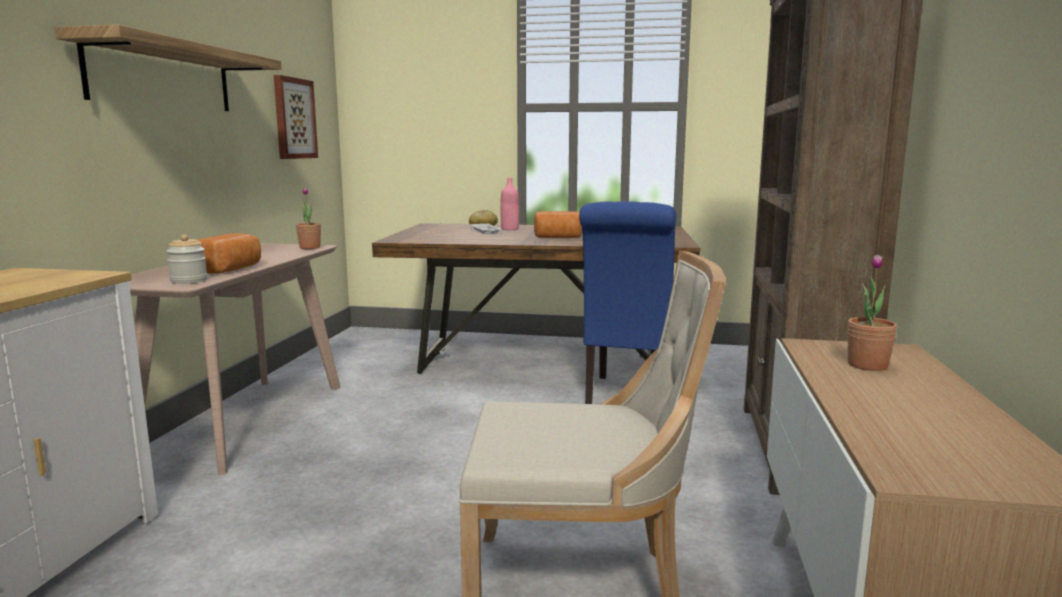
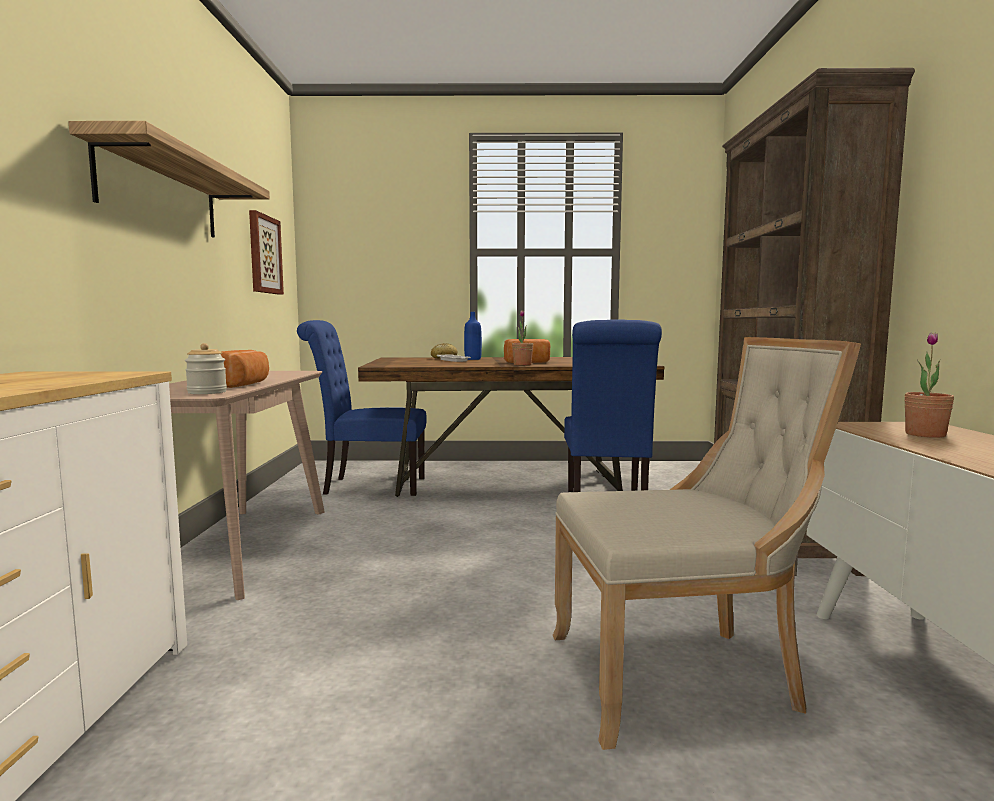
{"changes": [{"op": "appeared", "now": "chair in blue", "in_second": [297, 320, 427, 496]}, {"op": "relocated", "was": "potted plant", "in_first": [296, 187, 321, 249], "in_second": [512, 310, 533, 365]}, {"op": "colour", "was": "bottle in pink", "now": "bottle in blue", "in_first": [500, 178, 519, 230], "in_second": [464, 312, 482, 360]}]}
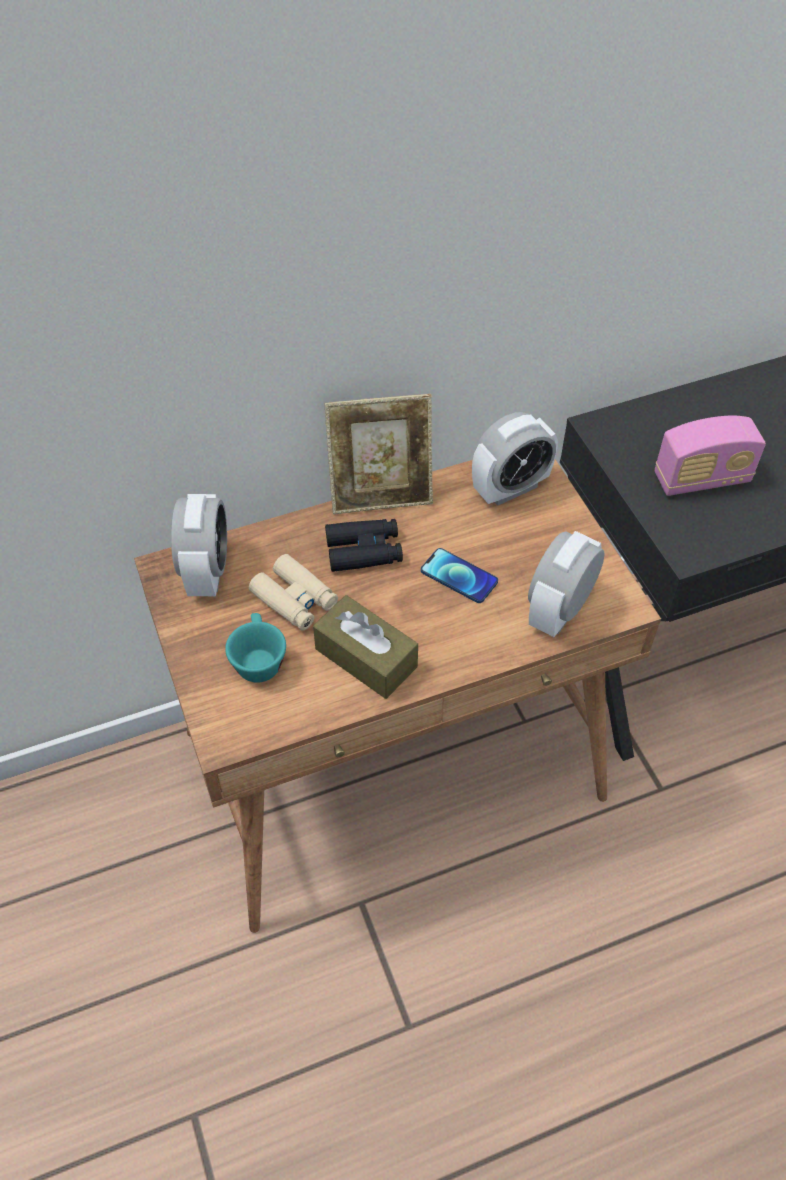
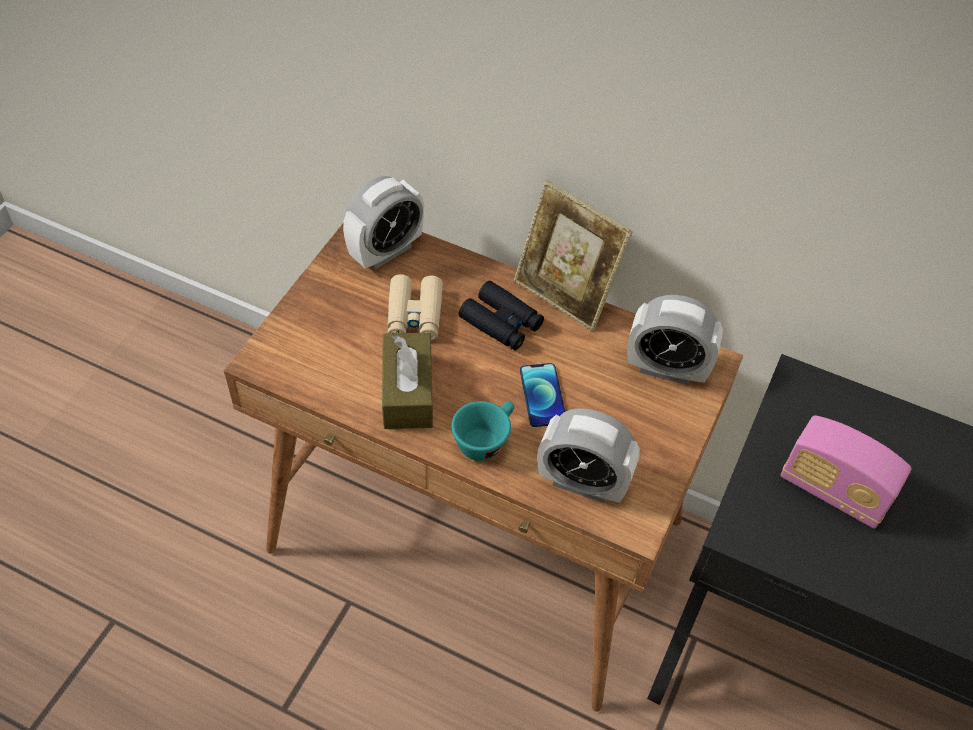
{"changes": [{"op": "relocated", "was": "cup in turquoise", "in_first": [225, 613, 286, 683], "in_second": [451, 401, 514, 461]}, {"op": "spun", "was": "alarm clock", "in_first": [528, 531, 605, 637], "in_second": [537, 408, 640, 503], "clockwise": -150}]}
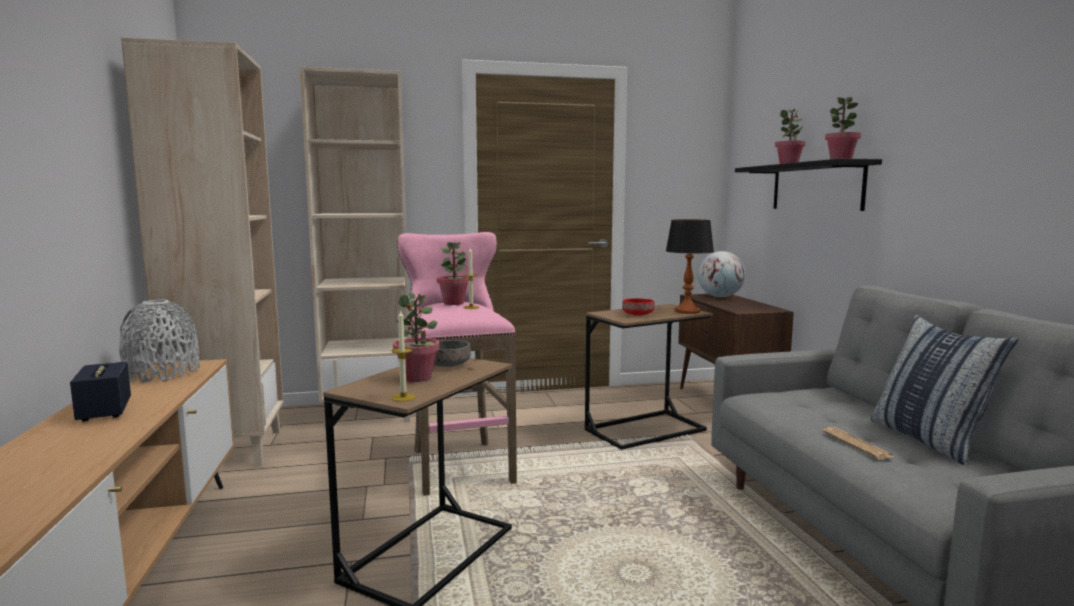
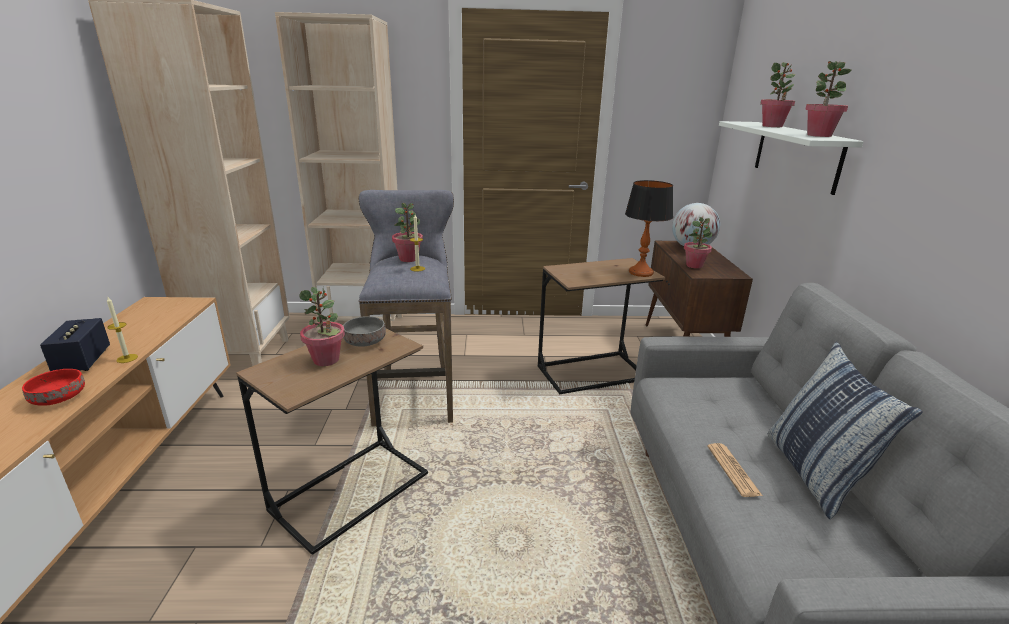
{"changes": [{"op": "missing", "was": "vase in grey", "in_first": [119, 300, 199, 382]}, {"op": "appeared", "now": "potted plant", "in_second": [684, 217, 712, 269]}, {"op": "relocated", "was": "candle", "in_first": [392, 309, 416, 402], "in_second": [107, 297, 138, 363]}, {"op": "relocated", "was": "bowl in red", "in_first": [622, 298, 655, 316], "in_second": [22, 369, 85, 406]}, {"op": "colour", "was": "stool in pink", "now": "stool in grey", "in_first": [397, 232, 517, 496], "in_second": [359, 190, 454, 426]}, {"op": "colour", "was": "shelf in black", "now": "shelf in white", "in_first": [735, 158, 882, 211], "in_second": [719, 121, 864, 195]}]}
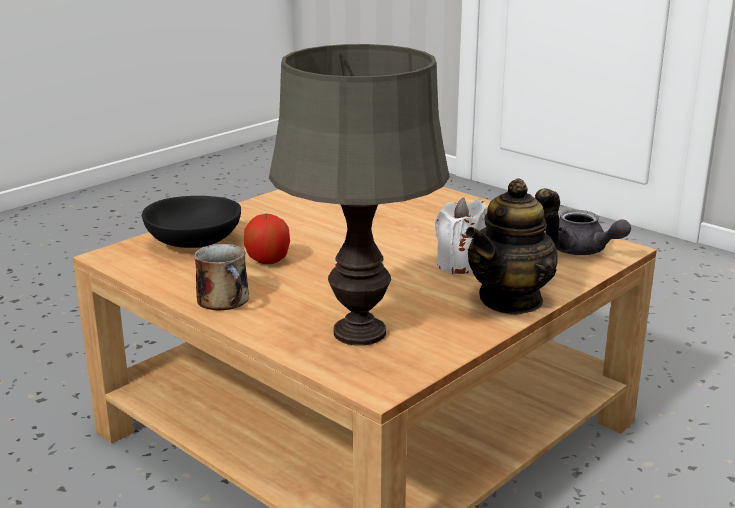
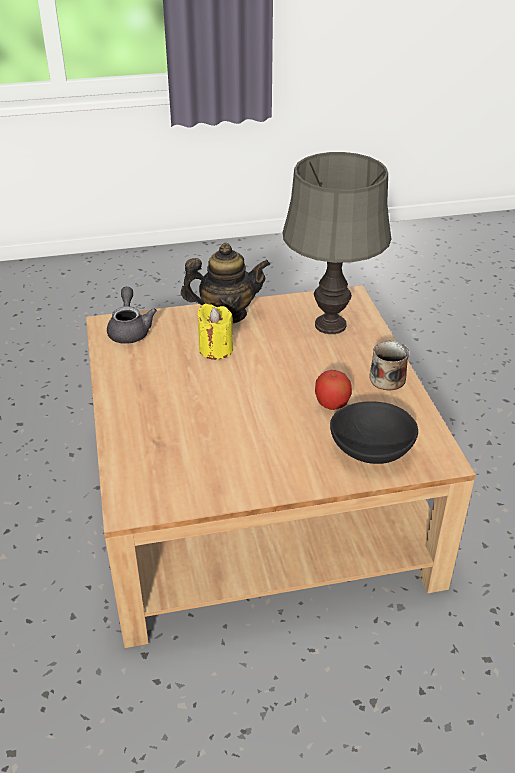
{"changes": [{"op": "colour", "was": "candle in white", "now": "candle in yellow", "in_first": [435, 197, 487, 274], "in_second": [197, 304, 233, 360]}]}
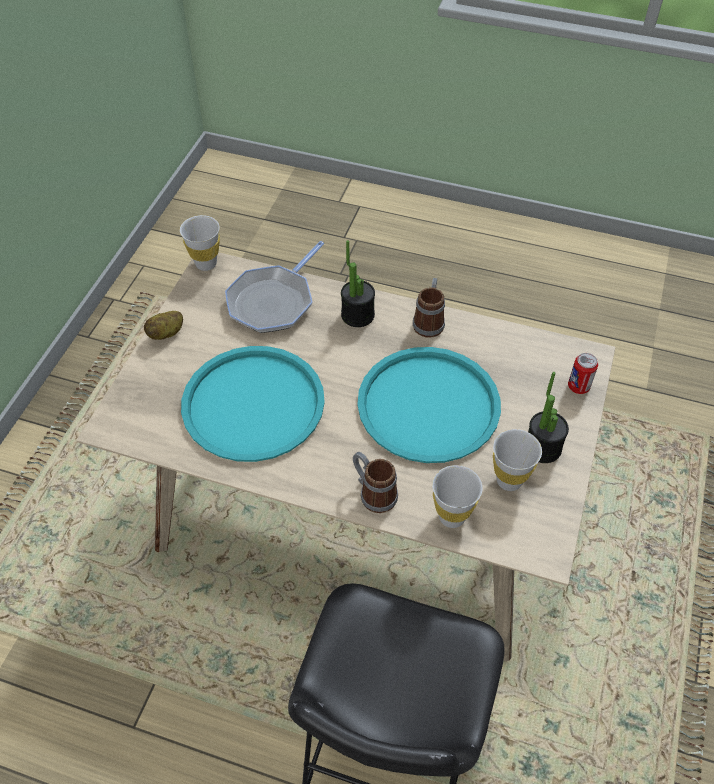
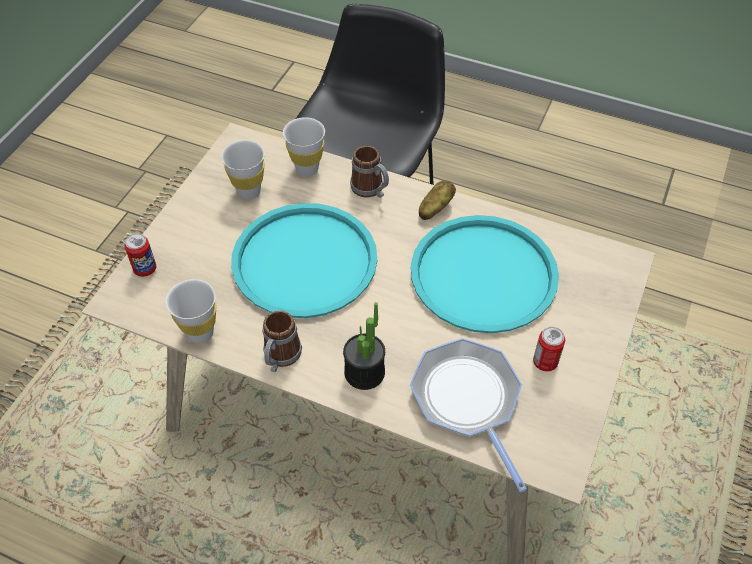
{"changes": [{"op": "missing", "was": "potted plant", "in_first": [528, 372, 569, 463]}, {"op": "appeared", "now": "can", "in_second": [533, 327, 565, 371]}, {"op": "relocated", "was": "potato", "in_first": [144, 311, 183, 340], "in_second": [419, 180, 456, 220]}, {"op": "relocated", "was": "cup in white", "in_first": [180, 215, 220, 271], "in_second": [166, 279, 216, 343]}, {"op": "spun", "was": "frying pan", "in_first": [225, 241, 324, 333], "in_second": [410, 338, 527, 492], "clockwise": -60}]}
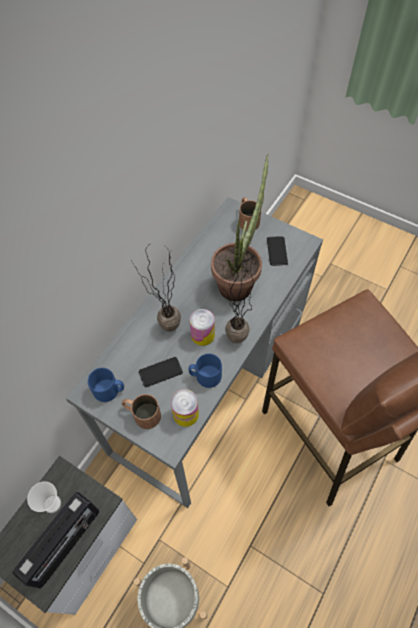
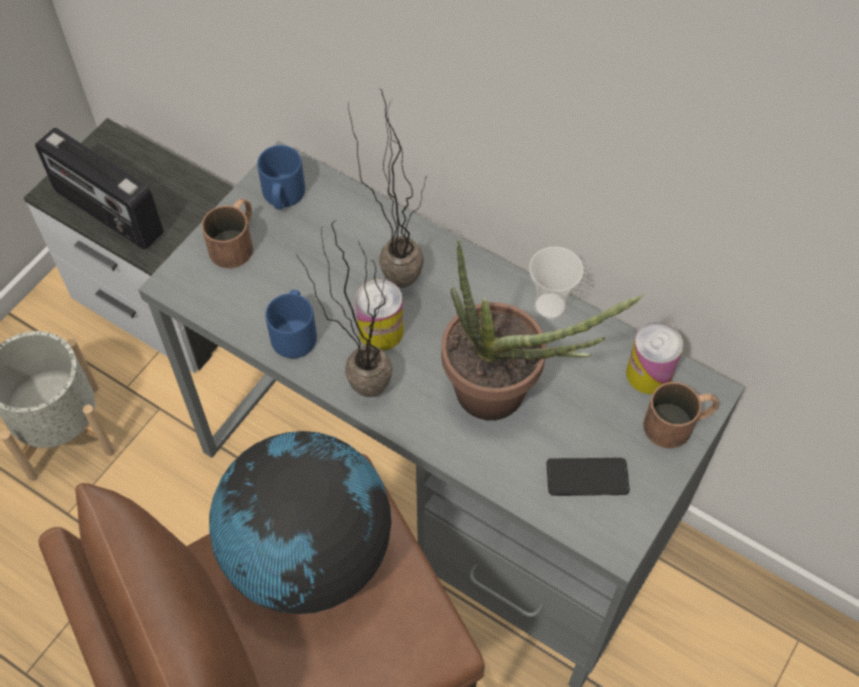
{"changes": [{"op": "missing", "was": "phone", "in_first": [139, 357, 183, 387]}, {"op": "appeared", "now": "globe", "in_second": [209, 431, 391, 614]}, {"op": "relocated", "was": "cup", "in_first": [27, 481, 61, 513], "in_second": [529, 247, 583, 320]}, {"op": "relocated", "was": "can", "in_first": [171, 389, 199, 427], "in_second": [626, 322, 683, 394]}]}
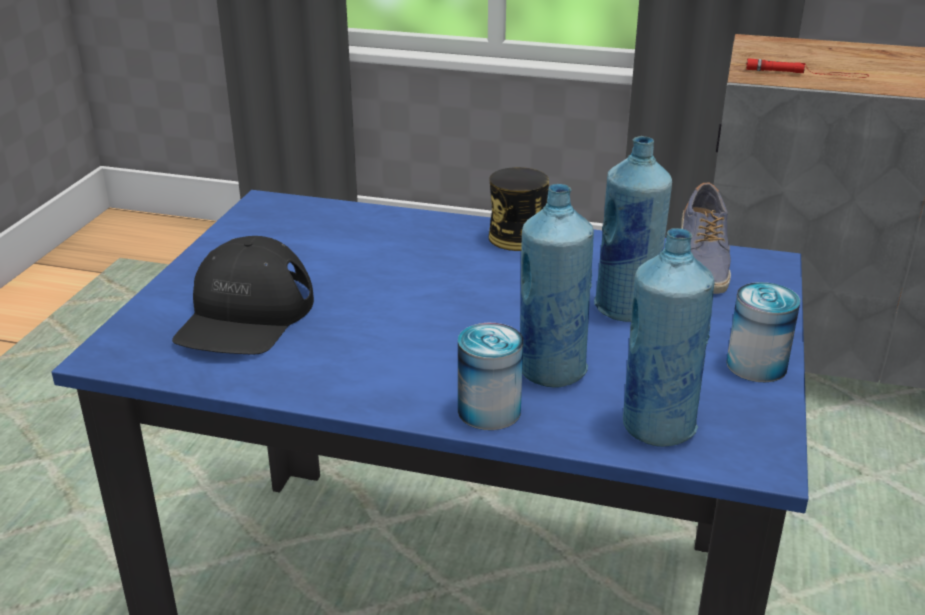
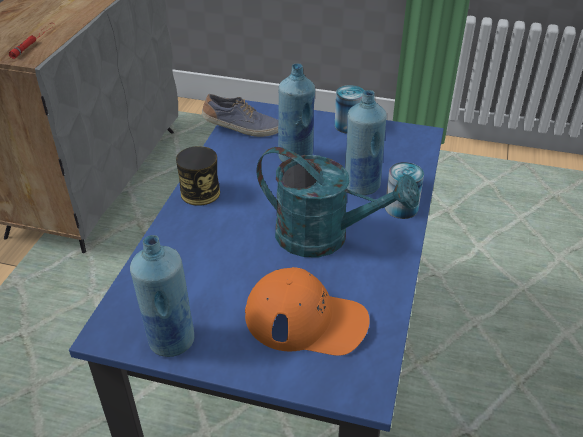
{"changes": [{"op": "appeared", "now": "watering can in turquoise", "in_second": [257, 147, 420, 257]}, {"op": "relocated", "was": "bottle in blue", "in_first": [623, 228, 714, 447], "in_second": [130, 235, 194, 357]}, {"op": "colour", "was": "cap in black", "now": "cap in orange", "in_first": [172, 236, 314, 354], "in_second": [245, 267, 370, 356]}]}
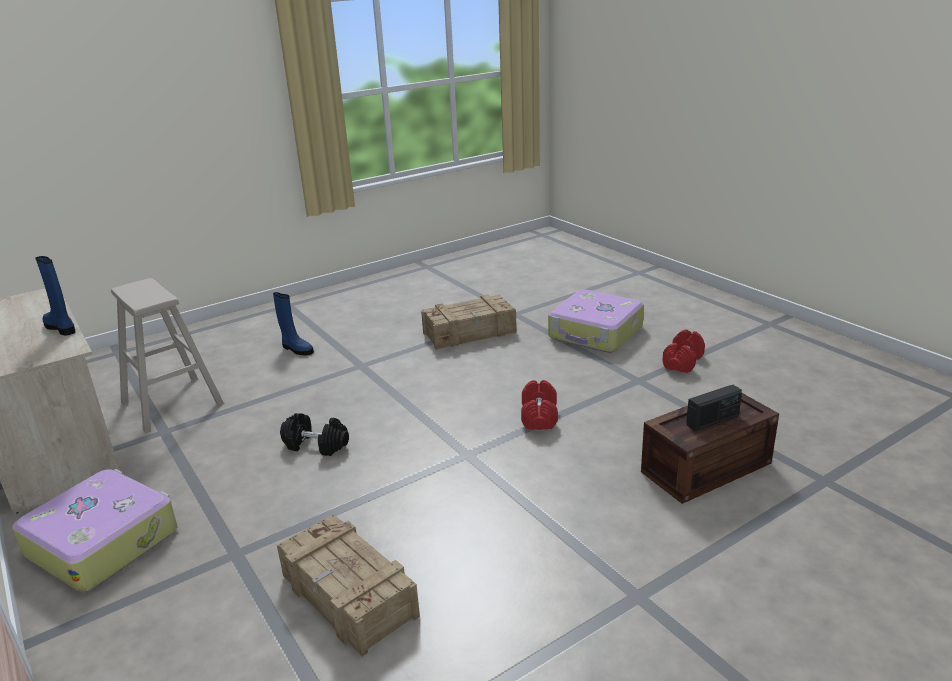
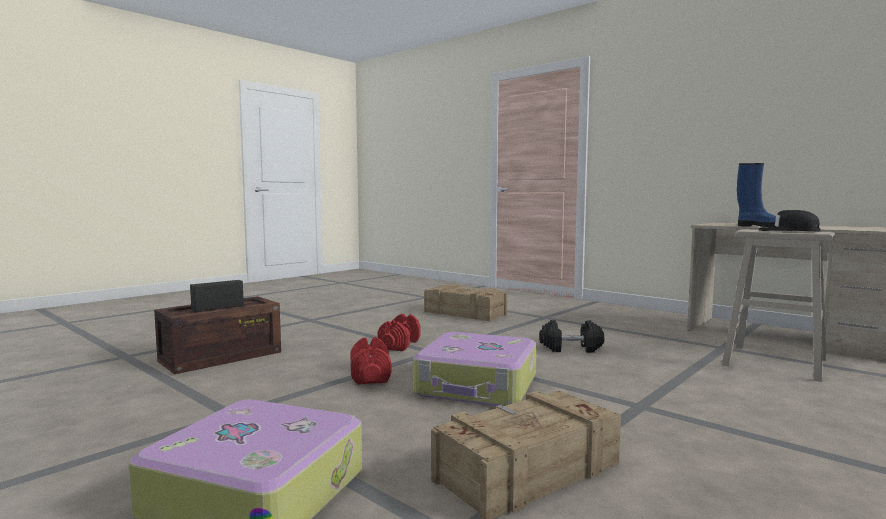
{"changes": [{"op": "missing", "was": "boot in blue", "in_first": [273, 292, 314, 355]}, {"op": "appeared", "now": "cap in black", "in_second": [759, 210, 820, 232]}, {"op": "relocated", "was": "suitcase", "in_first": [12, 469, 177, 592], "in_second": [413, 332, 537, 406]}, {"op": "relocated", "was": "dumbbell in red", "in_first": [663, 329, 705, 373], "in_second": [378, 314, 420, 351]}]}
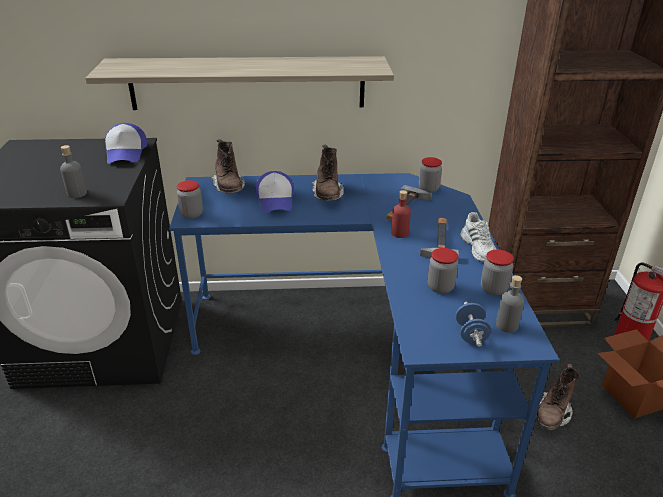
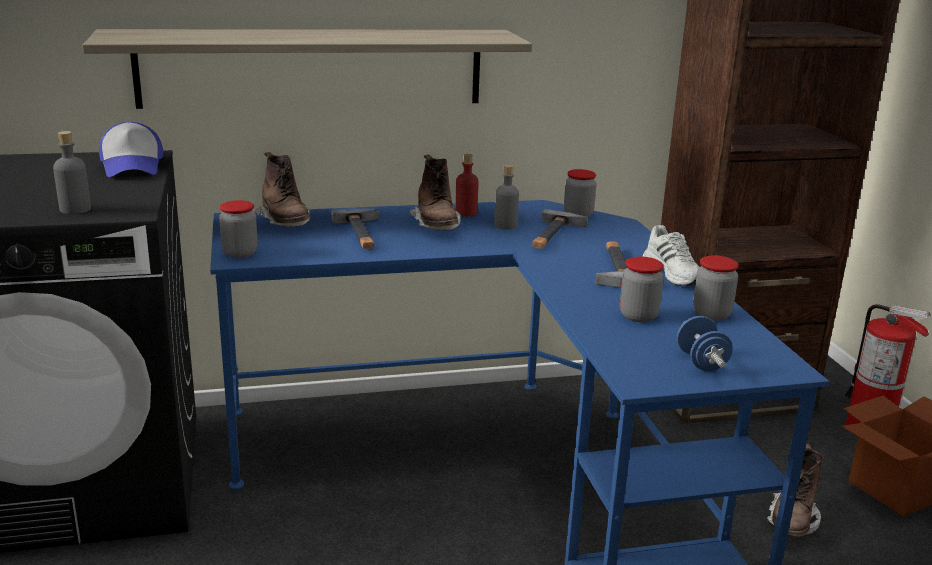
{"changes": [{"op": "relocated", "was": "bottle in red", "in_first": [391, 190, 411, 238], "in_second": [455, 154, 479, 217]}, {"op": "relocated", "was": "bottle in grey", "in_first": [496, 275, 524, 333], "in_second": [494, 165, 519, 230]}, {"op": "exchanged", "was": "cap", "now": "hammer", "in_first": [255, 171, 294, 213], "in_second": [331, 209, 379, 249]}]}
